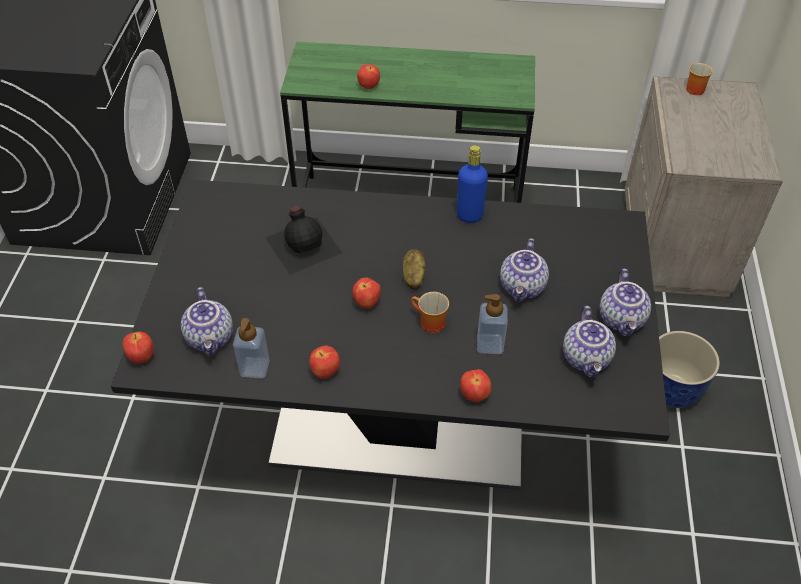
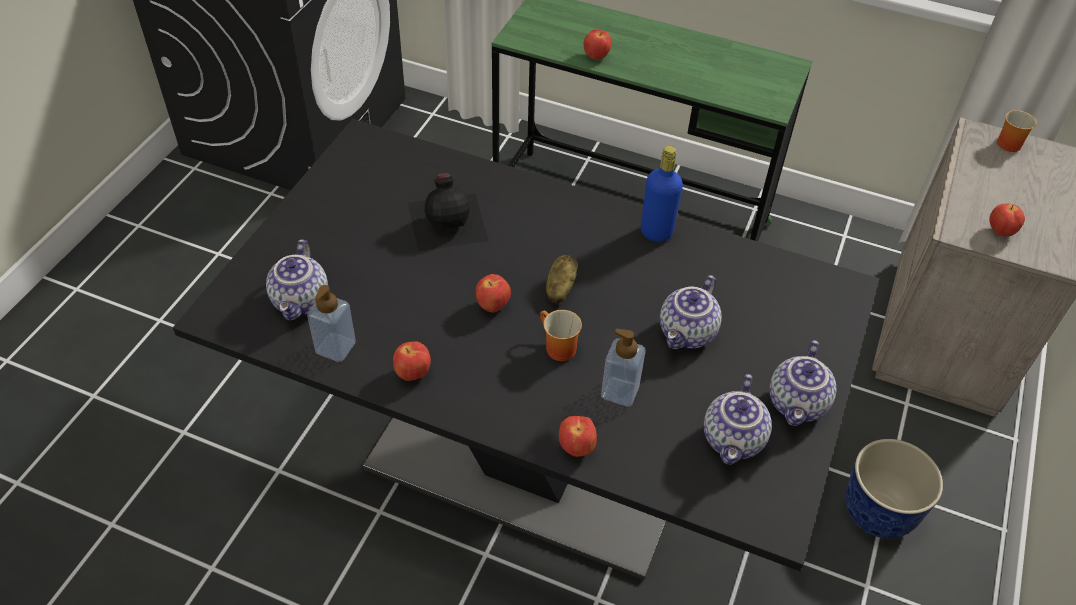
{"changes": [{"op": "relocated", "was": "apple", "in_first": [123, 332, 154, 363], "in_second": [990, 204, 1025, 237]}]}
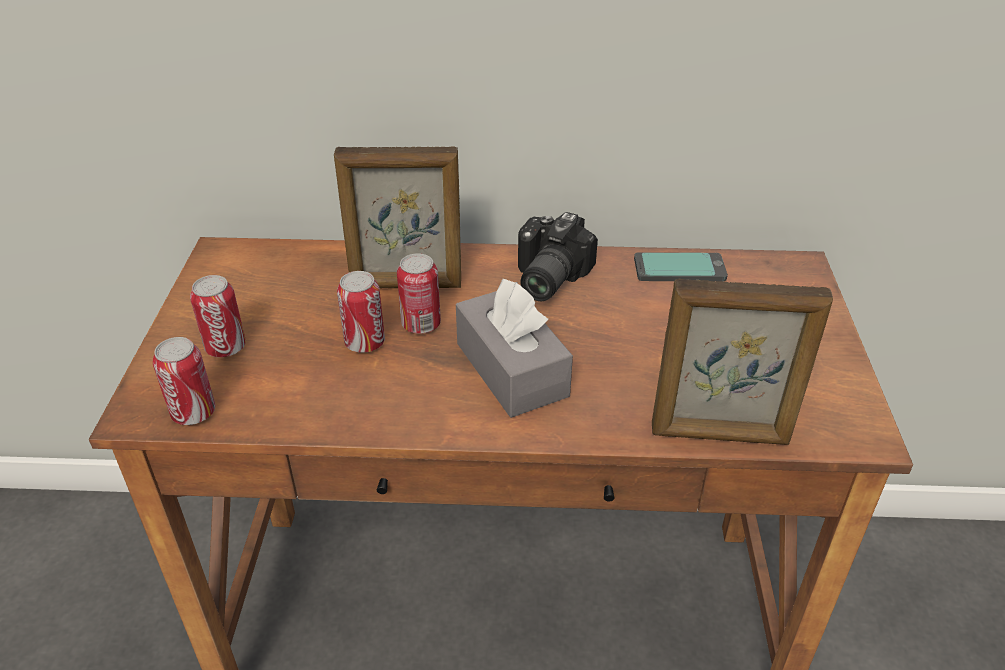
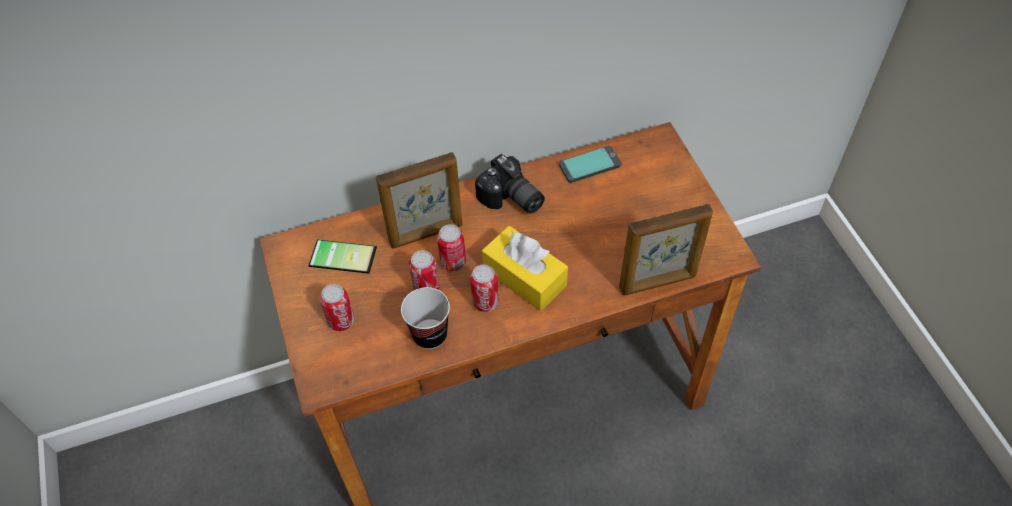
{"changes": [{"op": "appeared", "now": "phone", "in_second": [308, 237, 377, 274]}, {"op": "appeared", "now": "cup", "in_second": [401, 287, 450, 349]}, {"op": "relocated", "was": "can", "in_first": [153, 337, 215, 425], "in_second": [470, 264, 499, 312]}, {"op": "colour", "was": "tissue box in grey", "now": "tissue box in yellow", "in_first": [456, 279, 573, 418], "in_second": [482, 226, 568, 311]}, {"op": "spun", "was": "photo camera", "in_first": [518, 212, 598, 301], "in_second": [475, 154, 545, 214], "clockwise": -45}]}
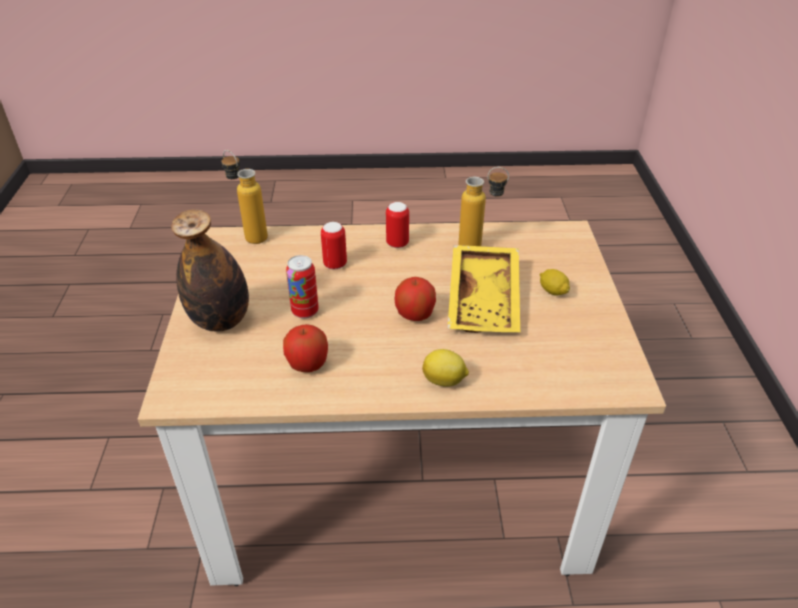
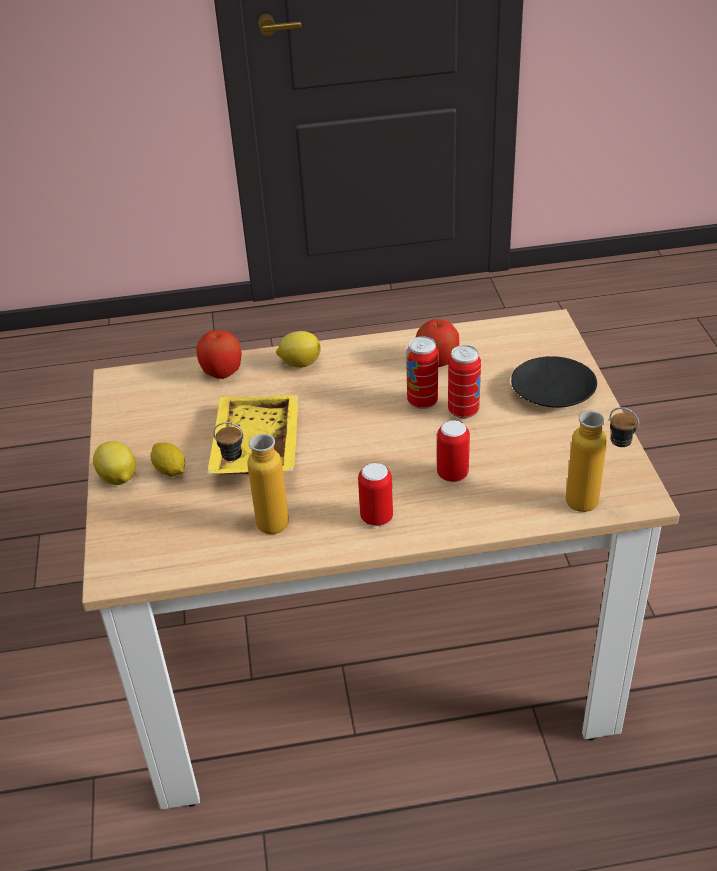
{"changes": [{"op": "appeared", "now": "lemon", "in_second": [93, 441, 136, 485]}, {"op": "appeared", "now": "can", "in_second": [406, 336, 438, 409]}, {"op": "relocated", "was": "apple", "in_first": [394, 277, 436, 321], "in_second": [196, 330, 242, 379]}, {"op": "exchanged", "was": "bottle", "now": "plate in black", "in_first": [171, 209, 249, 332], "in_second": [511, 356, 597, 408]}]}
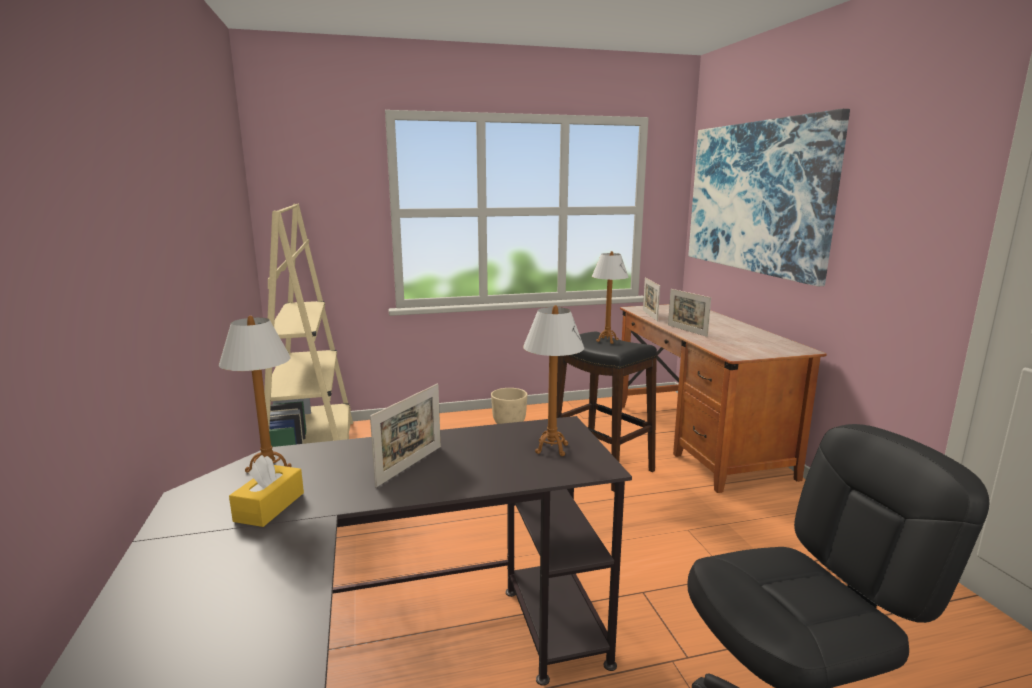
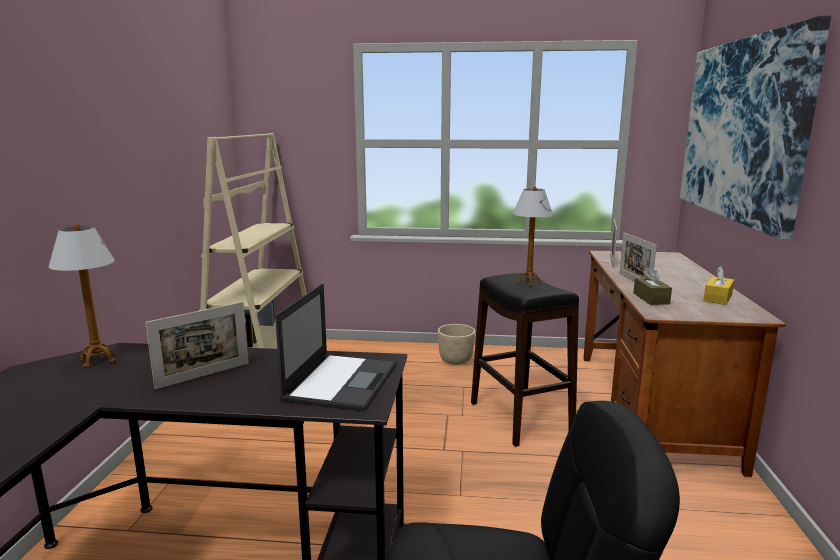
{"changes": [{"op": "appeared", "now": "tissue box in brown", "in_second": [633, 266, 672, 305]}, {"op": "relocated", "was": "tissue box in yellow", "in_first": [229, 455, 304, 527], "in_second": [703, 266, 734, 305]}, {"op": "exchanged", "was": "table lamp", "now": "laptop", "in_first": [523, 305, 584, 456], "in_second": [275, 284, 397, 412]}]}
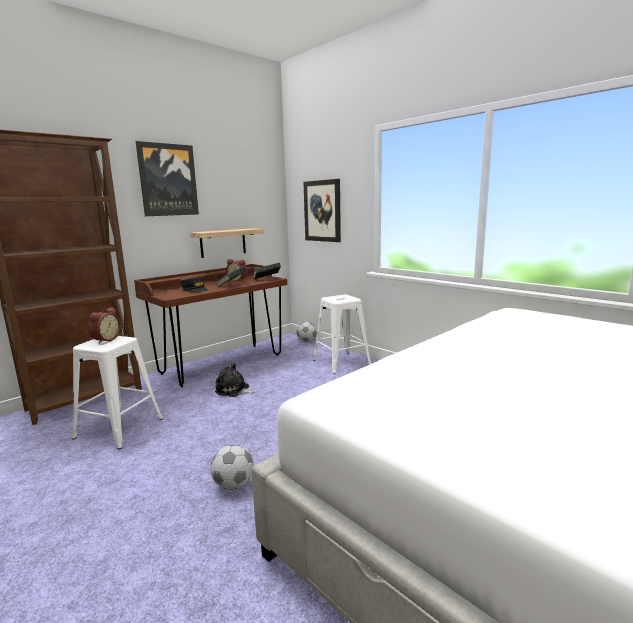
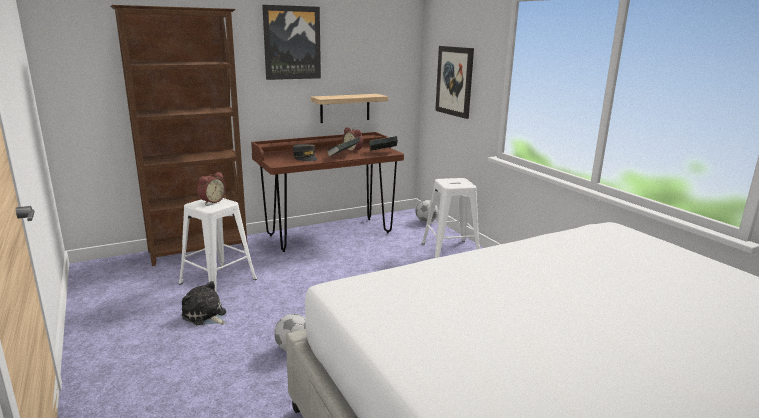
{"changes": [{"op": "relocated", "was": "plush toy", "in_first": [215, 362, 255, 397], "in_second": [182, 281, 226, 325]}]}
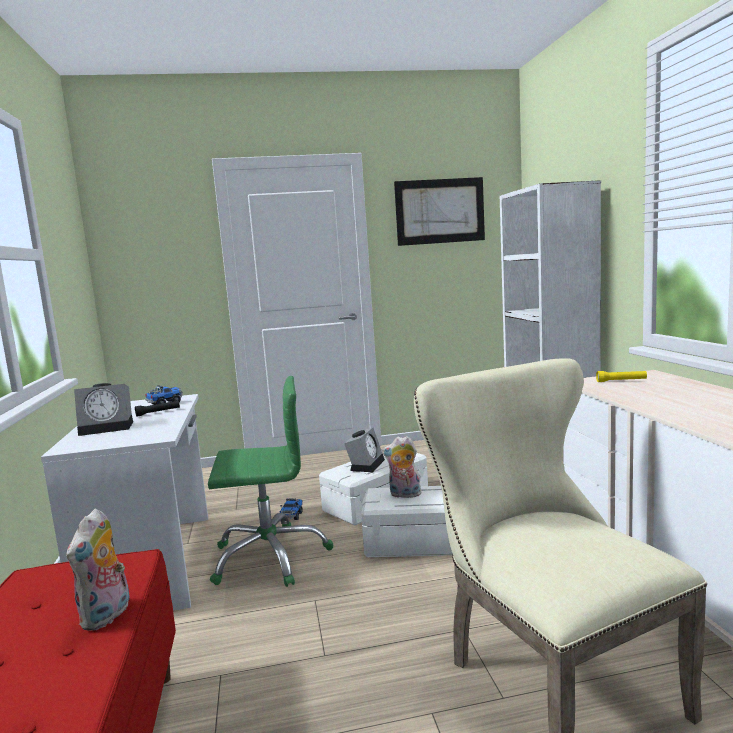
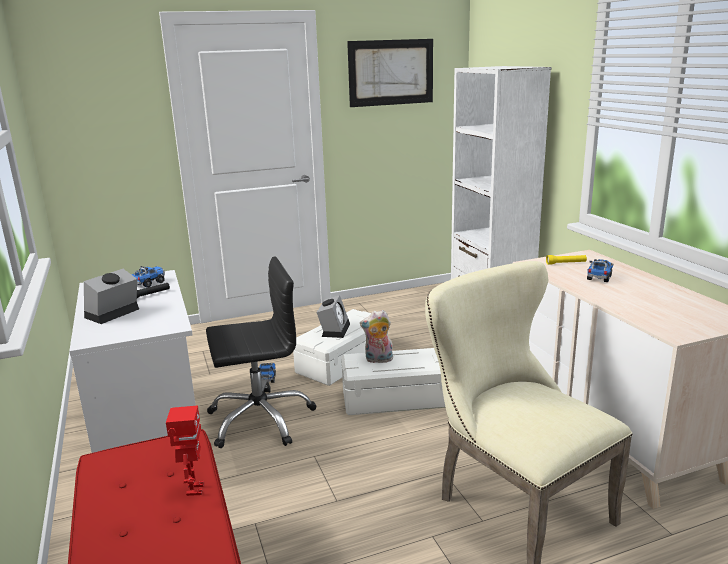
{"changes": [{"op": "appeared", "now": "toy truck", "in_second": [587, 259, 613, 282]}, {"op": "exchanged", "was": "plush toy", "now": "toy robot", "in_first": [66, 509, 130, 631], "in_second": [166, 406, 204, 496]}, {"op": "colour", "was": "office chair in green", "now": "office chair in black", "in_first": [208, 376, 334, 587], "in_second": [206, 256, 317, 448]}, {"op": "spun", "was": "alarm clock", "in_first": [74, 383, 133, 436], "in_second": [84, 269, 139, 324], "clockwise": 150}]}
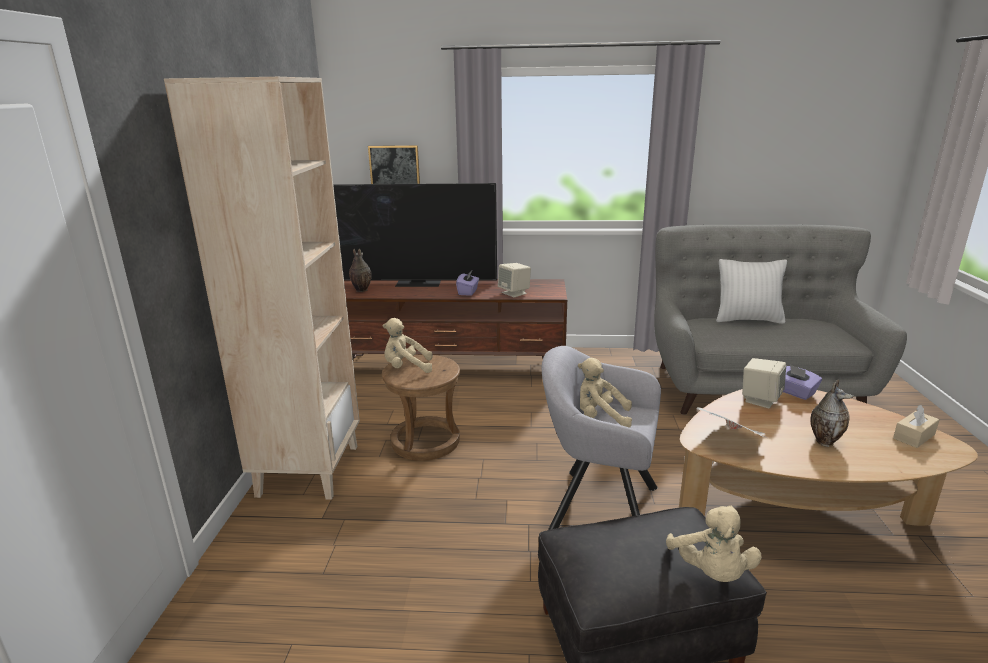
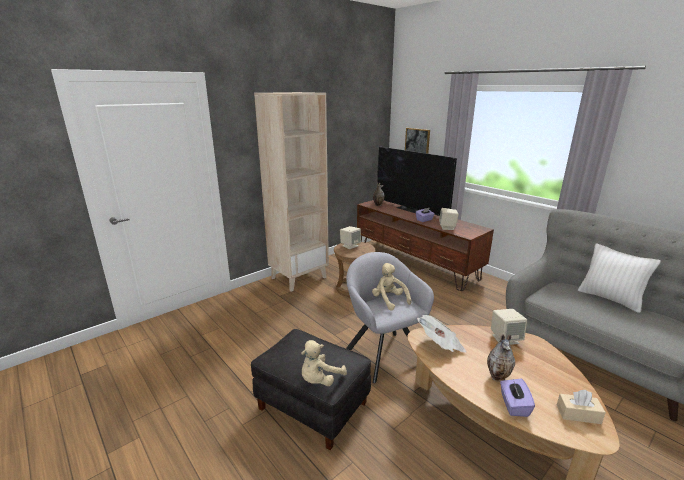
{"changes": [{"op": "relocated", "was": "tissue box in purple", "in_first": [783, 365, 822, 400], "in_second": [500, 379, 535, 417]}, {"op": "exchanged", "was": "plush toy in beige", "now": "speaker in beige", "in_first": [383, 318, 432, 373], "in_second": [340, 226, 361, 249]}]}
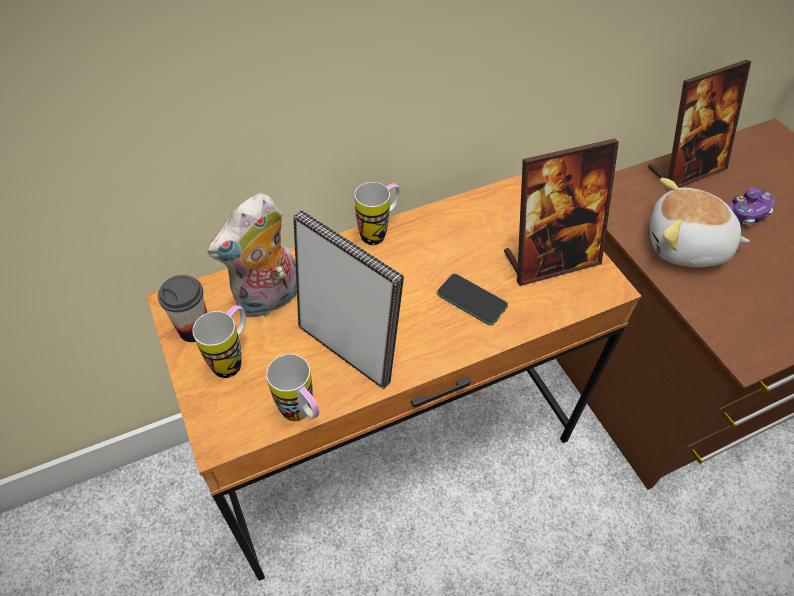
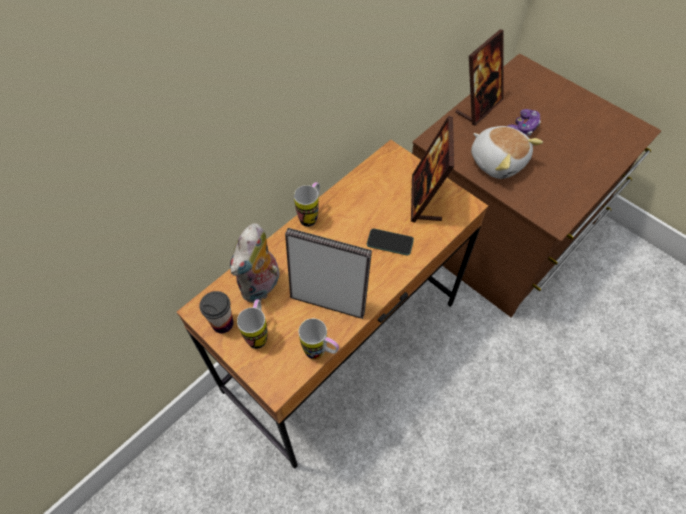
{"changes": [{"op": "spun", "was": "picture frame", "in_first": [504, 139, 619, 286], "in_second": [411, 116, 454, 222], "clockwise": 135}, {"op": "spun", "was": "plush toy", "in_first": [650, 178, 750, 267], "in_second": [471, 126, 543, 179], "clockwise": -120}]}
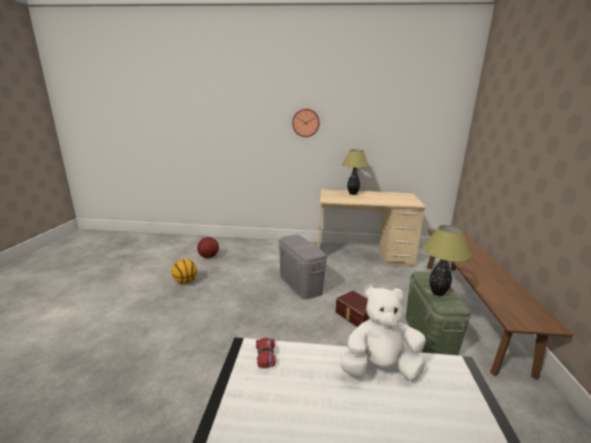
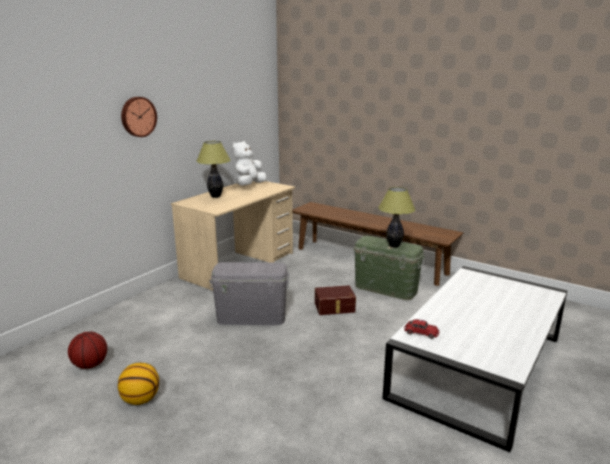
{"changes": [{"op": "relocated", "was": "plush toy in white", "in_first": [339, 285, 426, 381], "in_second": [233, 141, 266, 186]}]}
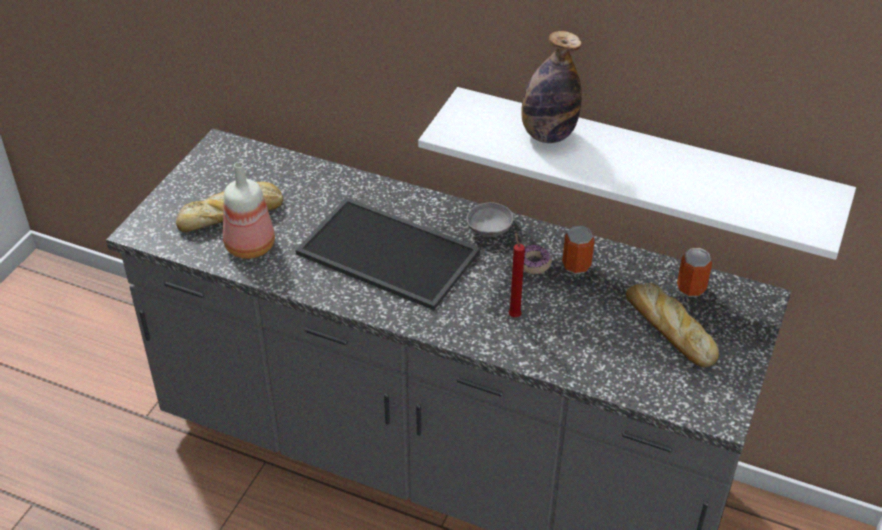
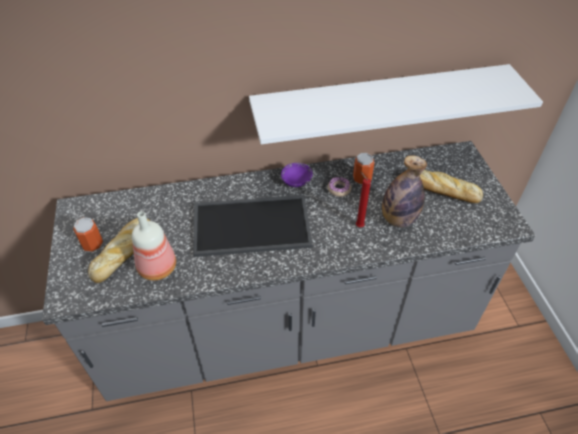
{"changes": [{"op": "relocated", "was": "bottle", "in_first": [521, 31, 582, 143], "in_second": [382, 155, 427, 227]}, {"op": "relocated", "was": "can", "in_first": [677, 248, 712, 297], "in_second": [73, 217, 103, 252]}, {"op": "colour", "was": "bowl in grey", "now": "bowl in purple", "in_first": [466, 202, 514, 237], "in_second": [281, 163, 313, 187]}]}
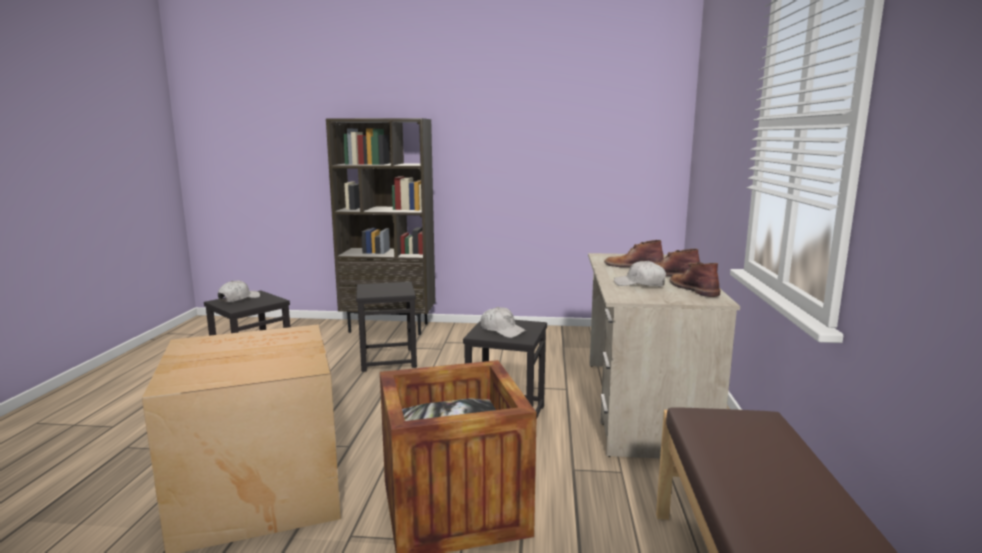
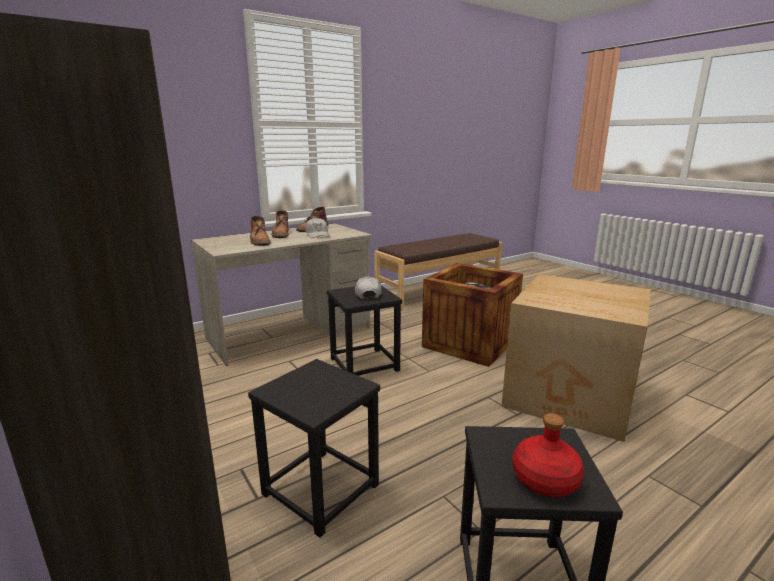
{"changes": [{"op": "exchanged", "was": "cap in white", "now": "bottle in red", "in_first": [218, 281, 260, 302], "in_second": [512, 413, 584, 497]}]}
